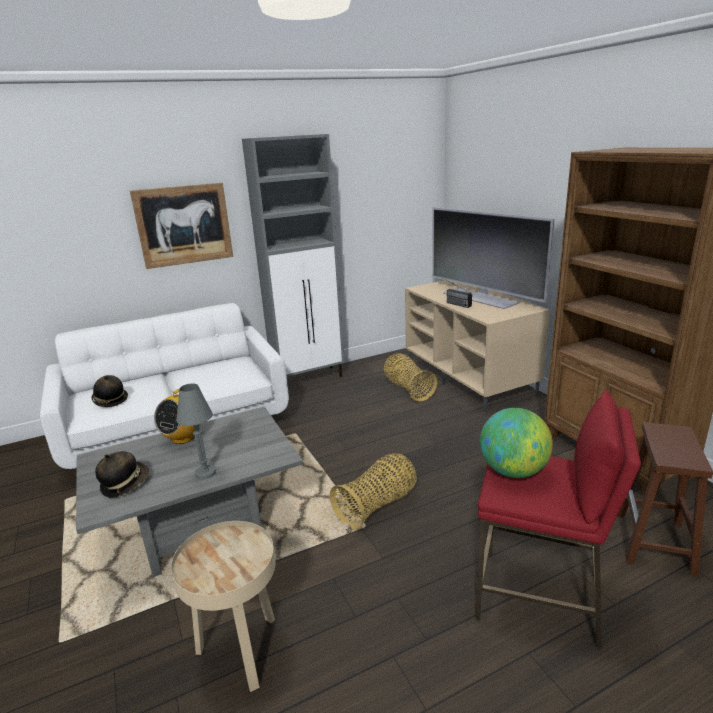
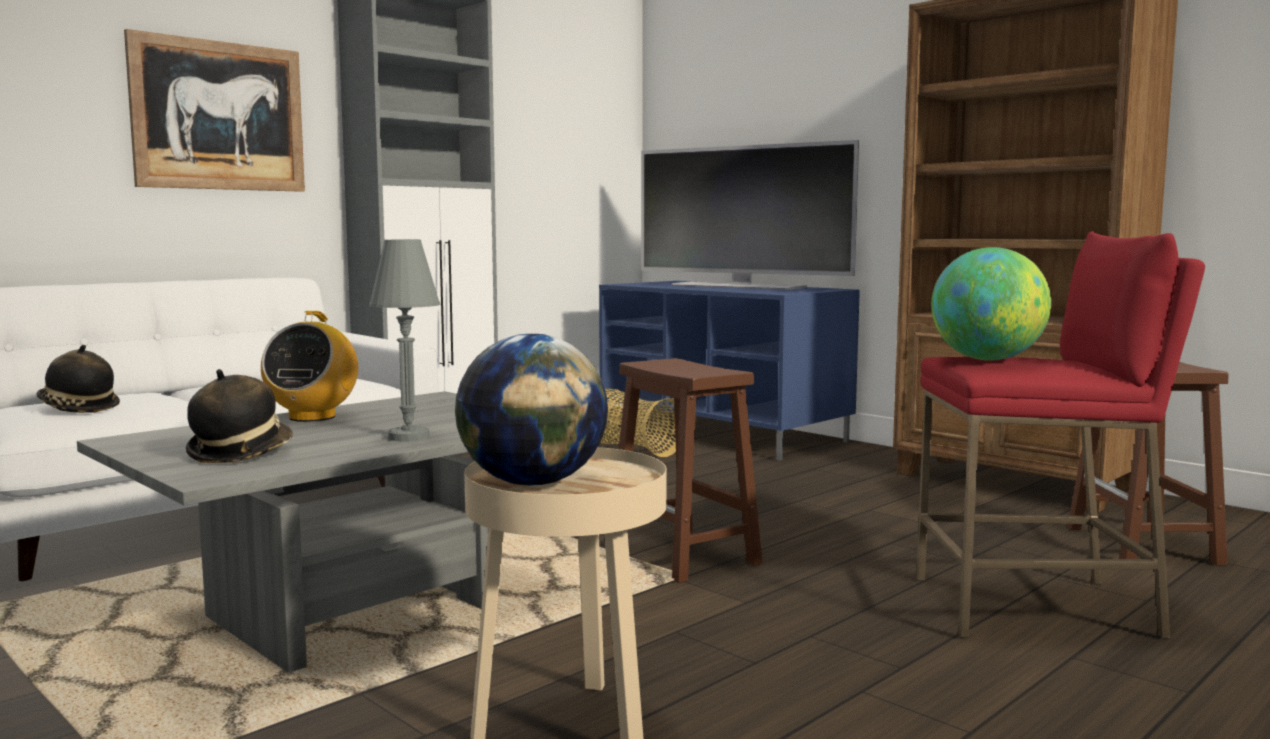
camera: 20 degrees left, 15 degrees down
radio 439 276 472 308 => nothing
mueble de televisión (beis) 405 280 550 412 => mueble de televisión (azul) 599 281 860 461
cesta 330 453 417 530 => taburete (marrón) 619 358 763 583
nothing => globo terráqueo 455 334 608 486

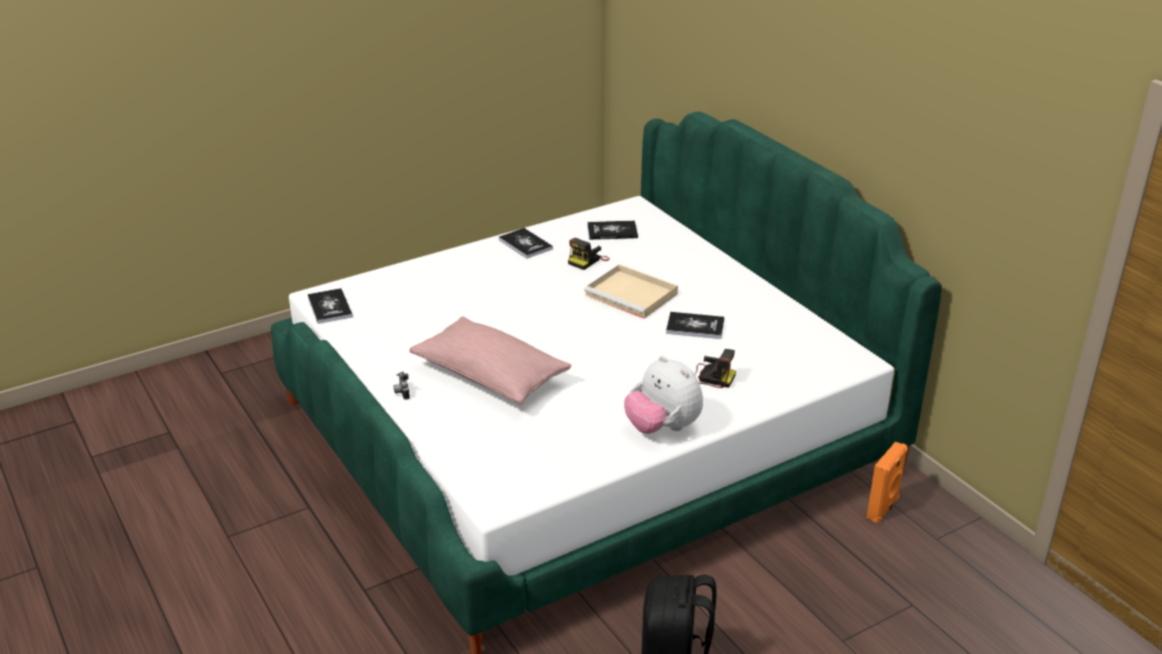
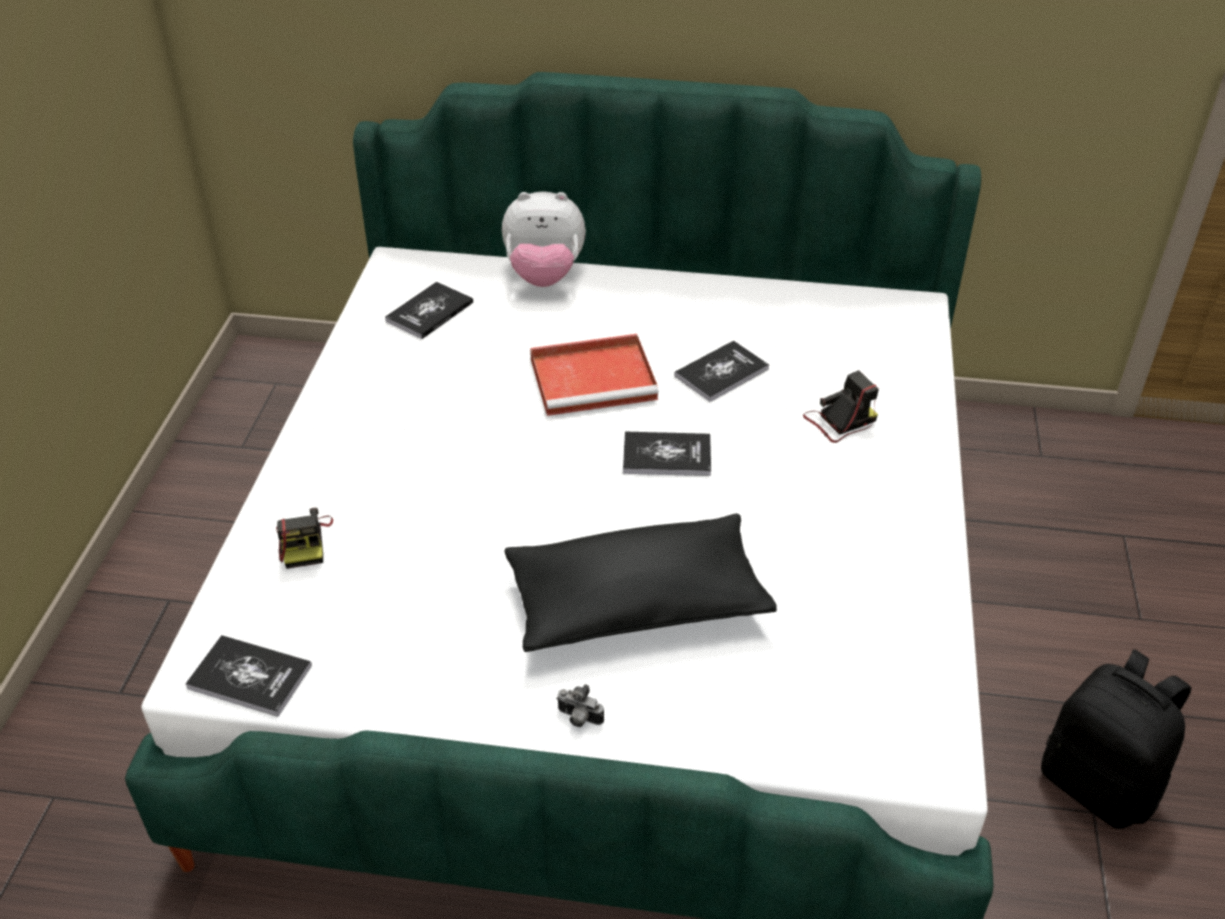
camera: 50 degrees left, 10 degrees up
libro 499 228 553 259 => libro 623 432 711 476, relocated
cámara 568 238 610 270 => cámara 276 508 333 569, relocated
bandeja (beis) 584 264 678 319 => bandeja (rojo) 530 334 659 416
cojín (rosa) 409 316 572 405 => cojín (negro) 504 513 777 652
peluche 624 356 703 434 => peluche 502 191 586 287, relocated
altavoz (naranja) 867 441 907 523 => nothing

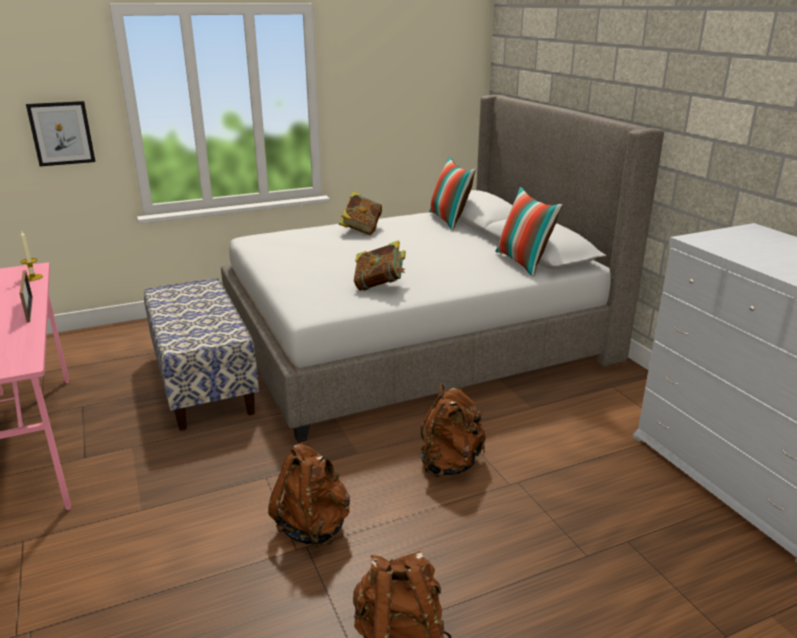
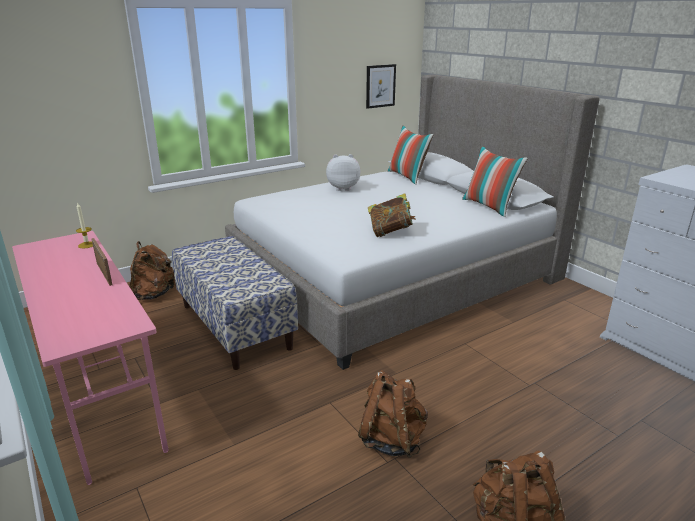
camera: 10 degrees left, 0 degrees up
cuadro 26 101 95 166 => cuadro 366 64 396 109, relocated
libro 339 191 382 235 => peluche 326 154 360 191
mochila (marrón) 421 384 486 477 => mochila (marrón) 129 241 176 300, relocated

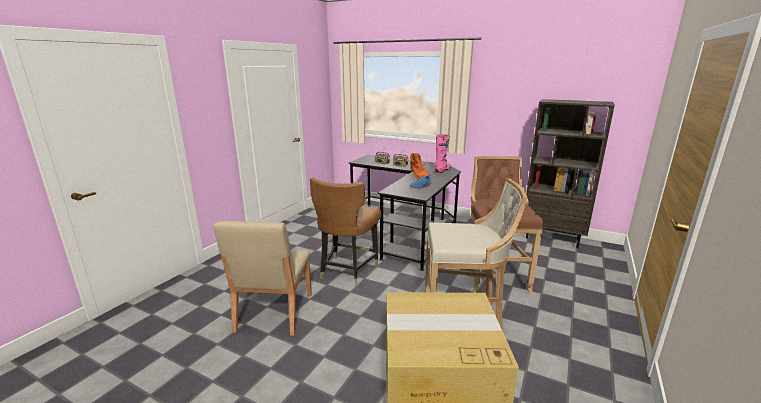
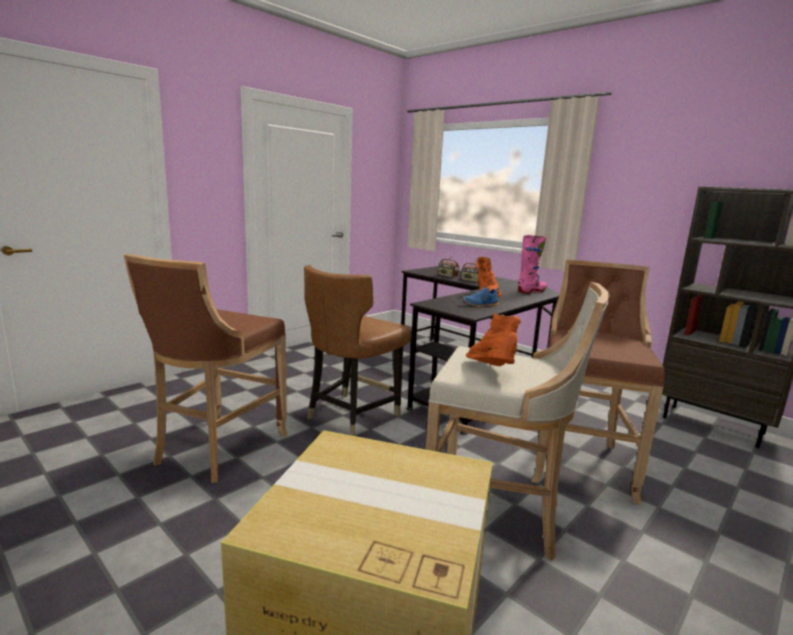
camera: 15 degrees right, 5 degrees down
silla (beis) 213 221 312 336 => taburete (marrón) 124 254 288 483
nothing => bota (naranja) 466 313 521 366

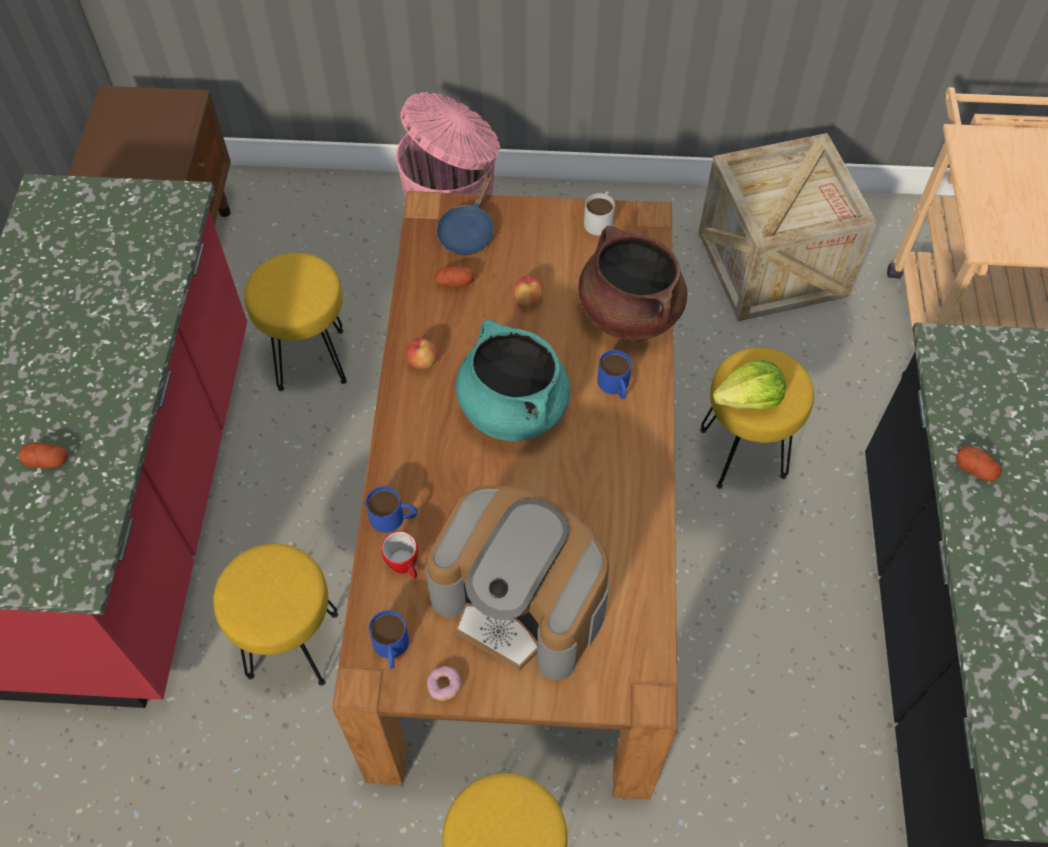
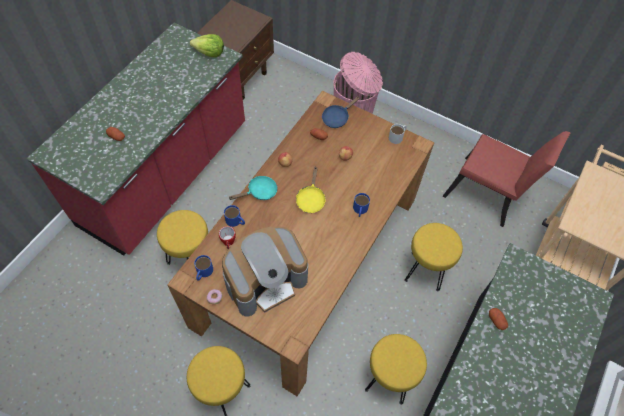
camera: 25 degrees right, 0 degrees up
caja de embalaje 698 133 877 322 => silla (rojo) 443 131 571 227
olla (marrón) 578 226 687 341 => nothing
taburete (amarillo) 244 253 347 391 => taburete (amarillo) 365 334 427 405, relocated
olla (turquesa) 456 319 570 441 => sartén (amarillo) 296 166 326 213
lechuga 713 360 786 410 => lechuga 190 34 224 58, relocated
cafetera 426 485 609 680 => cafetera 222 226 308 317, 90 degrees counterclockwise
nothing => sartén (turquesa) 229 176 278 200

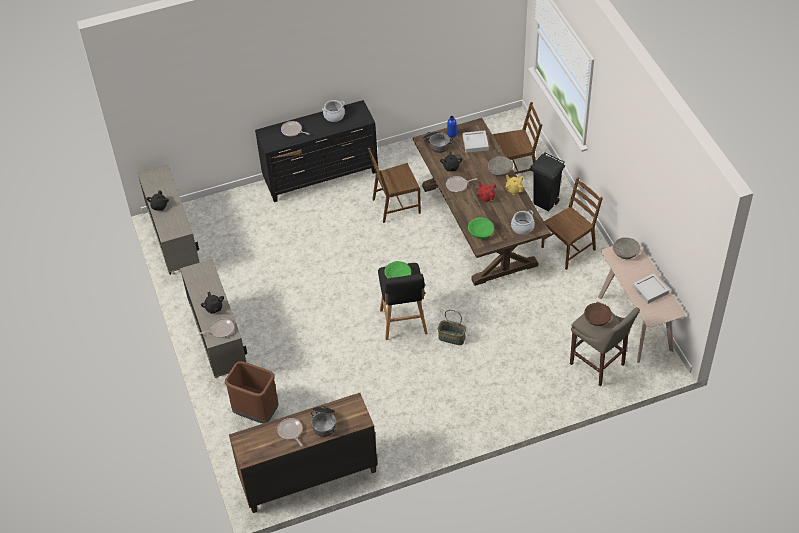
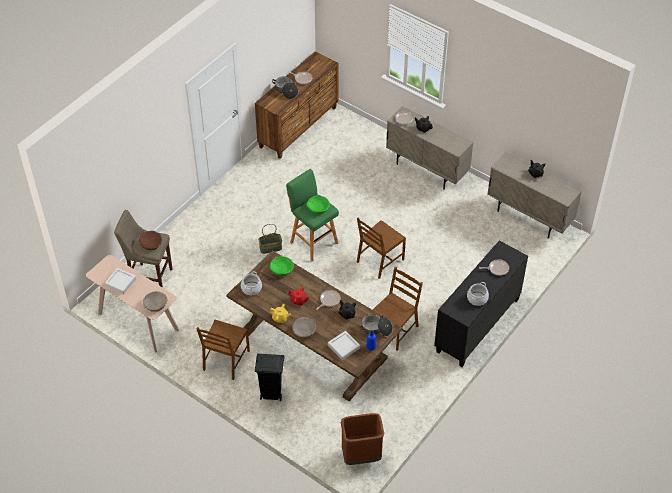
camera: 145 degrees right, 0 degrees up
silla (marrón) 492 102 542 174 => silla (marrón) 357 218 406 279, relocated
taburete (negro) 378 263 428 340 => taburete (verde) 286 169 339 261
papelera (marrón) 225 361 278 423 => papelera (marrón) 341 413 384 465, relocated

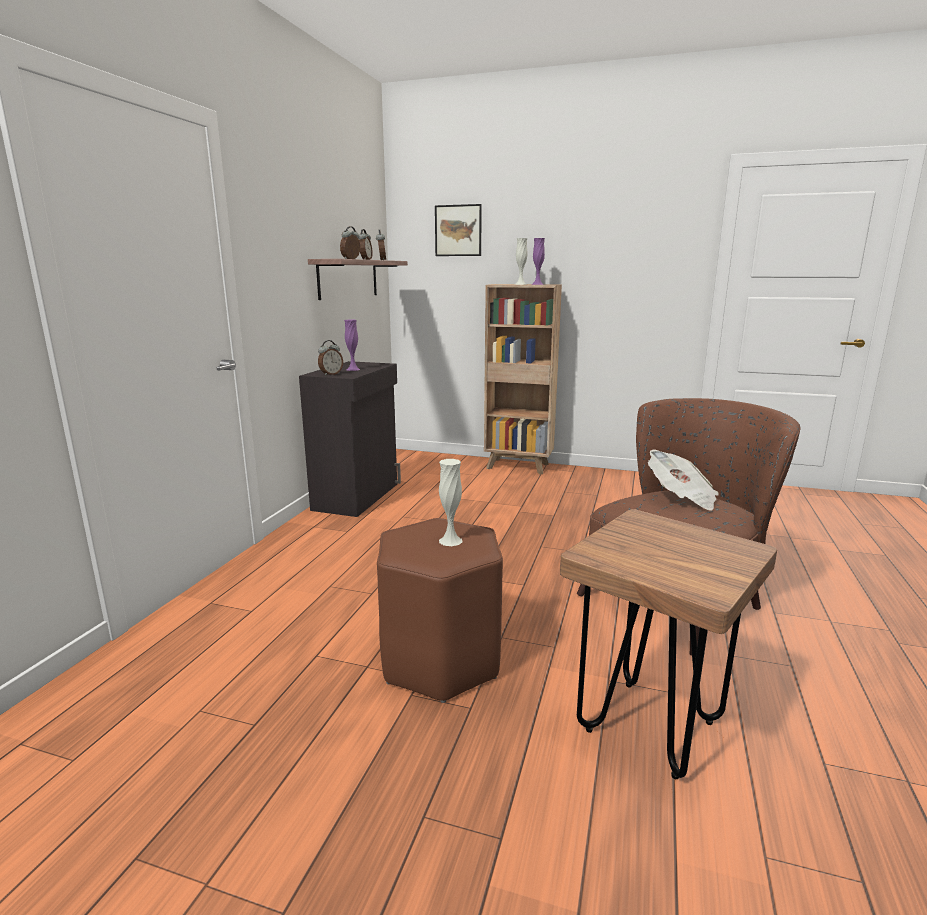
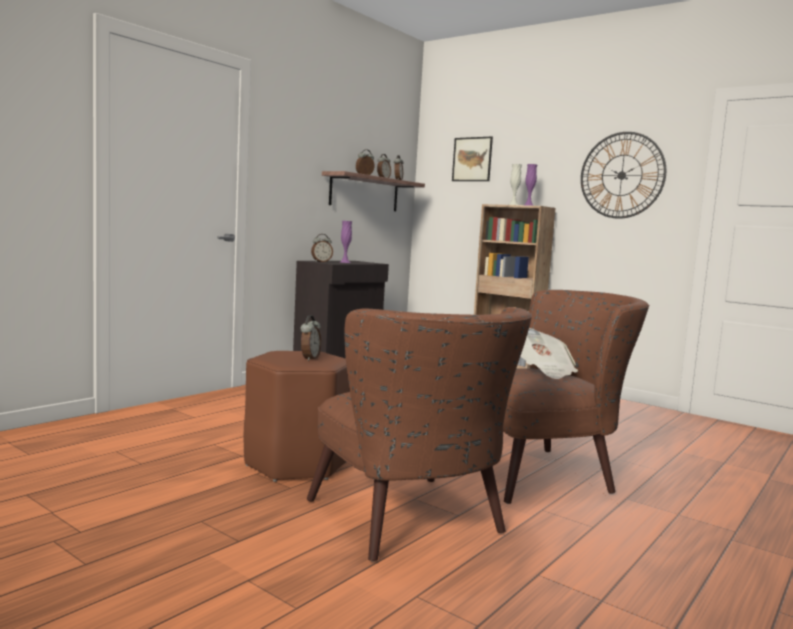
camera: 20 degrees right, 10 degrees down
florero (blanco) 439 459 462 546 => despertador 300 316 321 361
taburete (marrón) 560 509 777 779 => sillón (marrón) 307 307 532 562
nothing => reloj de pared 581 132 666 219

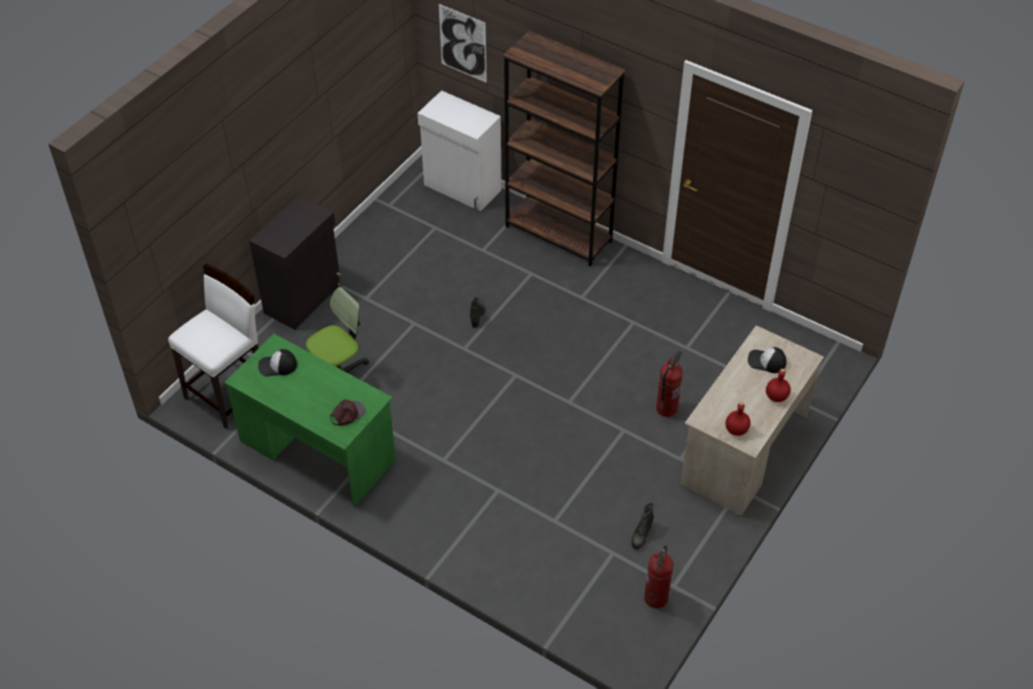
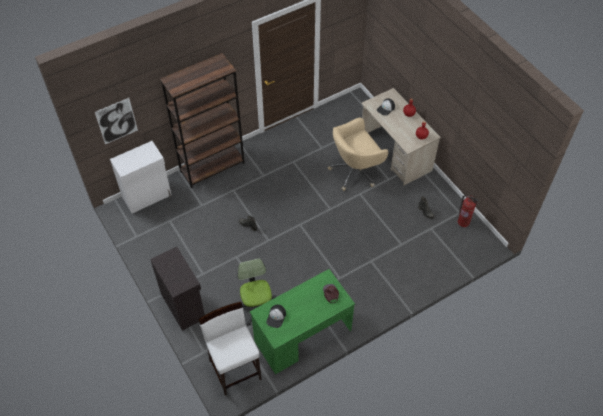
camera: 65 degrees left, 5 degrees up
extintor 656 350 683 417 => silla de oficina (beis) 328 118 388 191

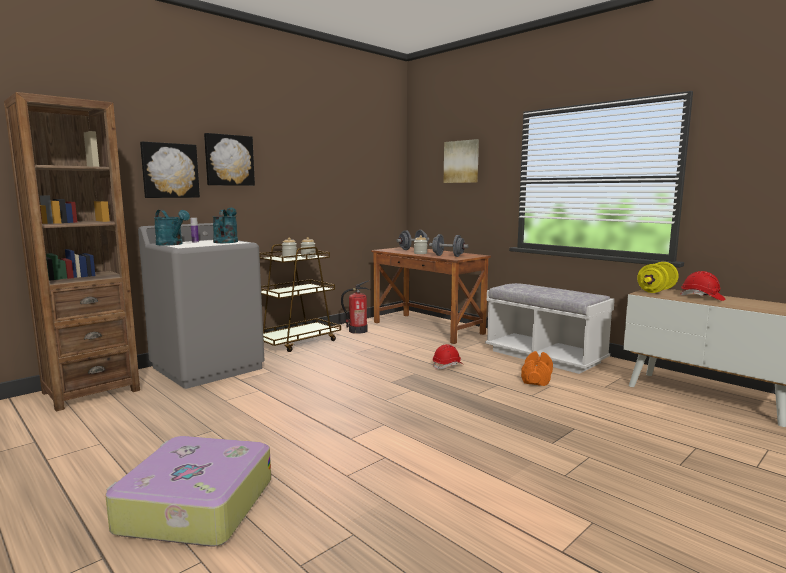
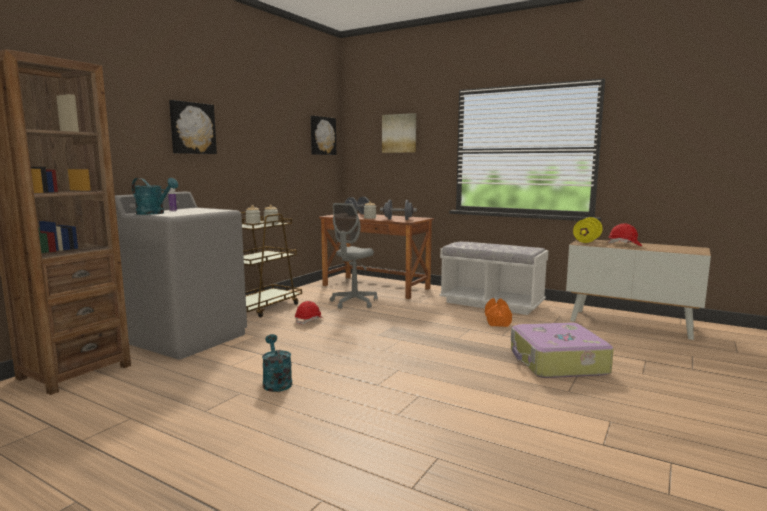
camera: 15 degrees left, 0 degrees up
cuadro 140 141 200 198 => cuadro 311 116 336 155, relocated
regadera (turquesa) 213 208 238 243 => regadera (turquesa) 262 334 292 392, relocated
extintor 341 280 369 334 => nothing
casco (rojo) 432 344 463 369 => casco (rojo) 295 301 323 325, relocated
maleta 105 436 271 547 => maleta 511 323 614 378, relocated
nothing => silla de oficina (gris) 330 203 378 309

